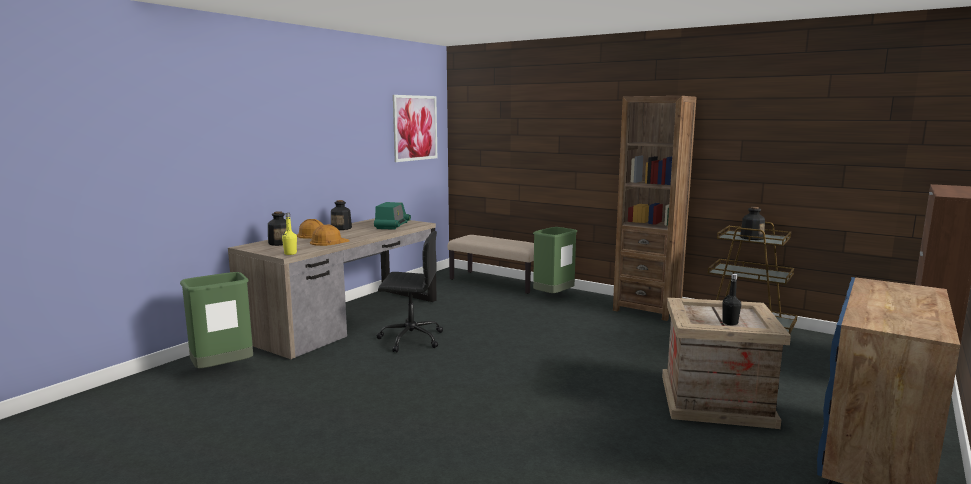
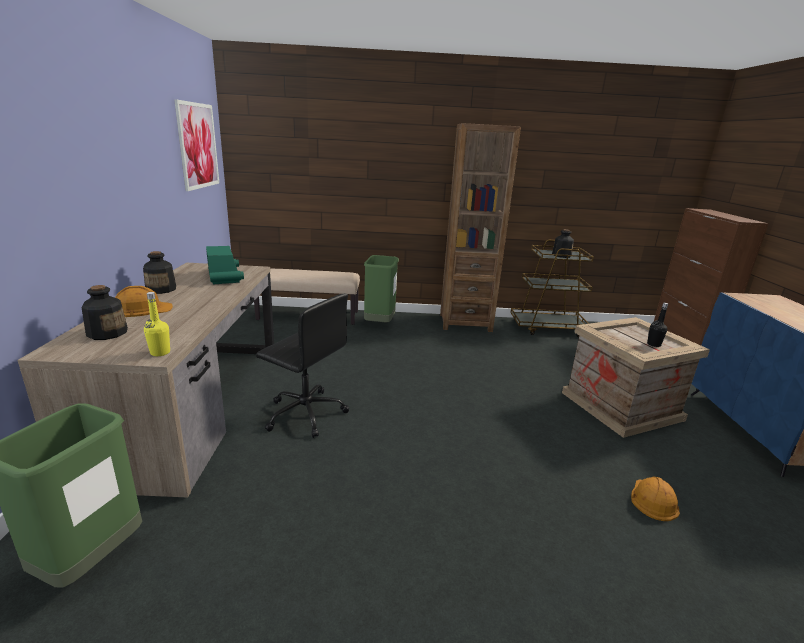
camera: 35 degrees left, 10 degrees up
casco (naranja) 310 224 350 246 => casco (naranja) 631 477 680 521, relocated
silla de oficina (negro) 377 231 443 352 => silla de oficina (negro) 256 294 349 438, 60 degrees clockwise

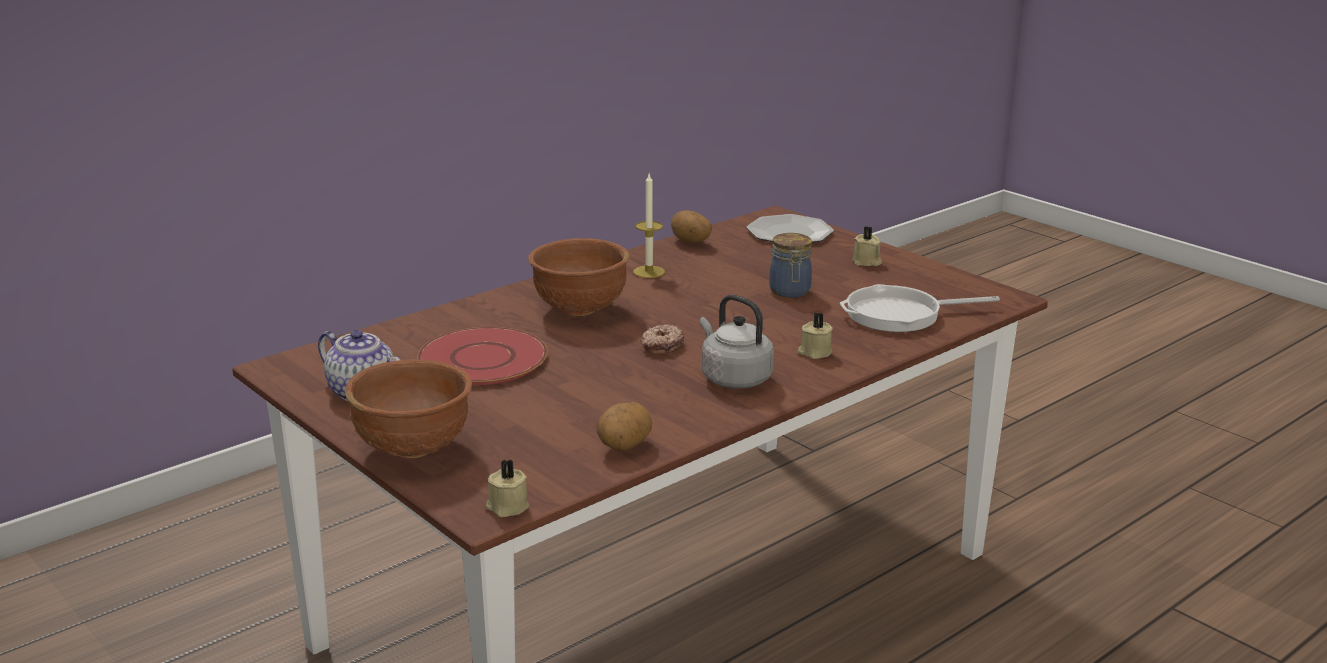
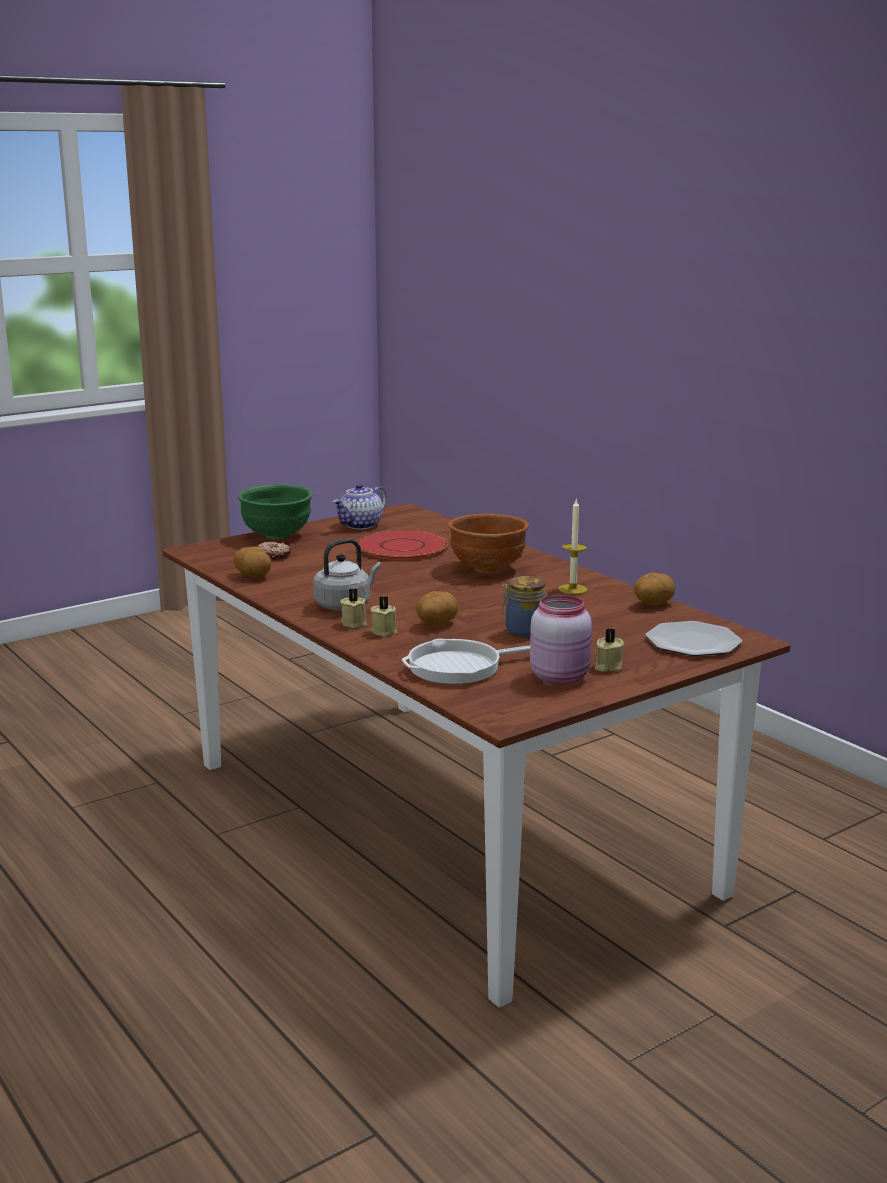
camera: 95 degrees right, 5 degrees down
sartén 840 284 1000 332 => sartén 401 639 530 684, 105 degrees counterclockwise
rosquilla 640 325 684 355 => rosquilla 257 542 291 560, relocated
cuenco (marrón) 345 359 472 458 => cuenco (verde) 238 485 313 539
vela (beis) 485 459 529 517 => vela (beis) 340 588 367 628, relocated
nothing => patata 416 591 458 626
nothing => tarro (rosa) 530 594 592 685

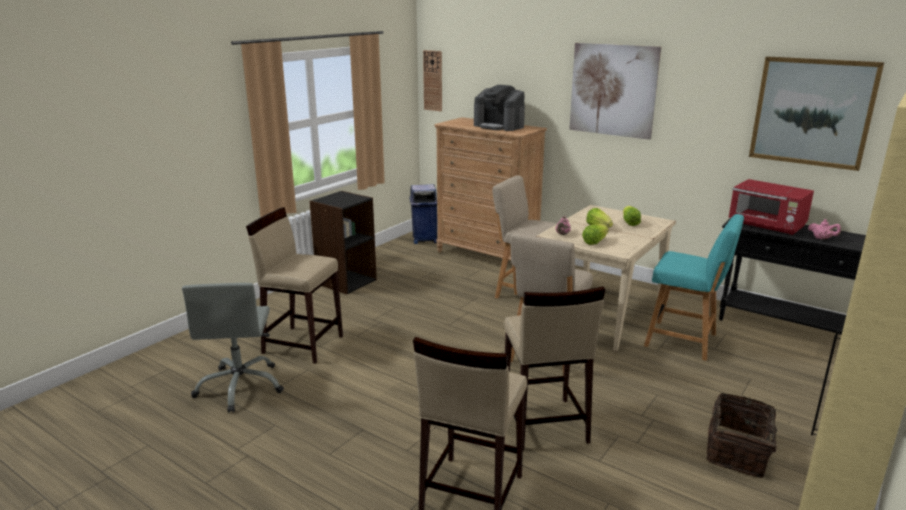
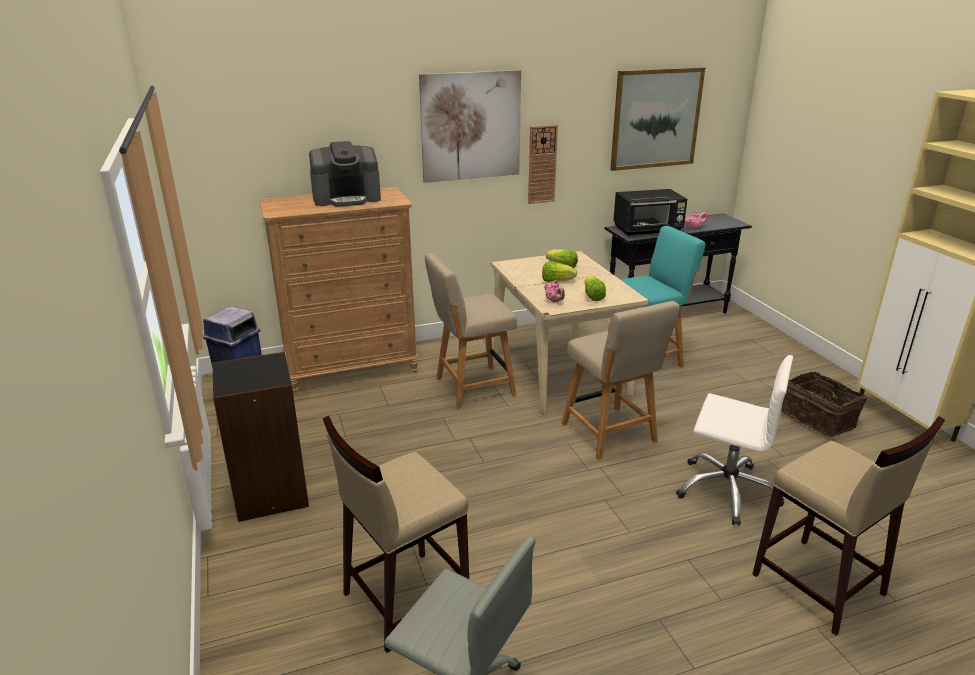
camera: 55 degrees left, 5 degrees up
reloj de pared 423 50 442 112 => reloj de pared 528 125 558 204, relocated
microondas (rojo) 729 179 814 235 => microondas (negro) 613 189 687 236
taburete (beis) 504 286 605 451 => silla de oficina (blanco) 676 355 793 525

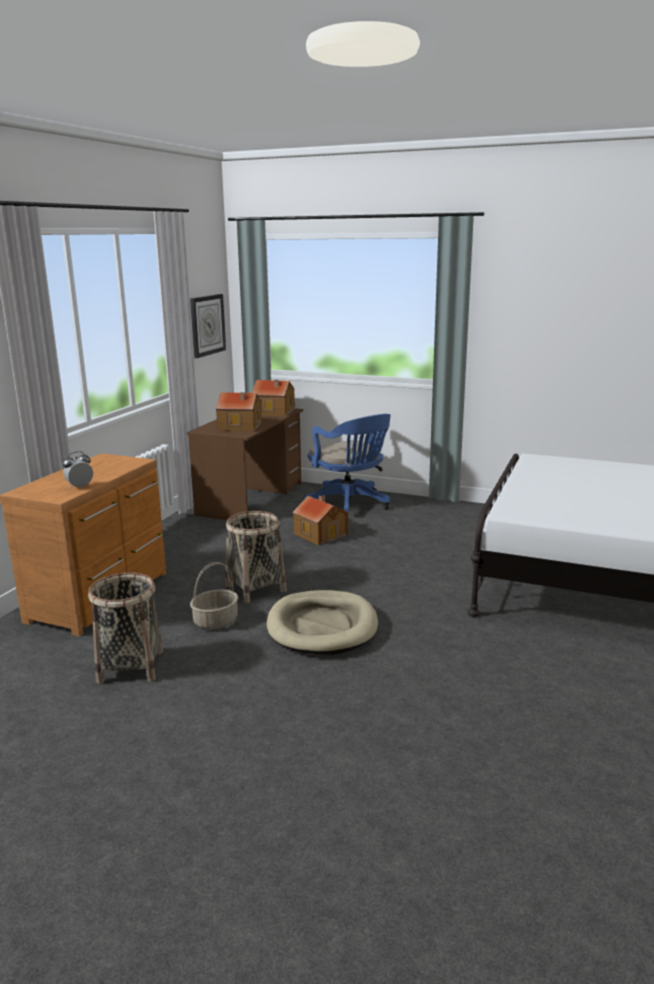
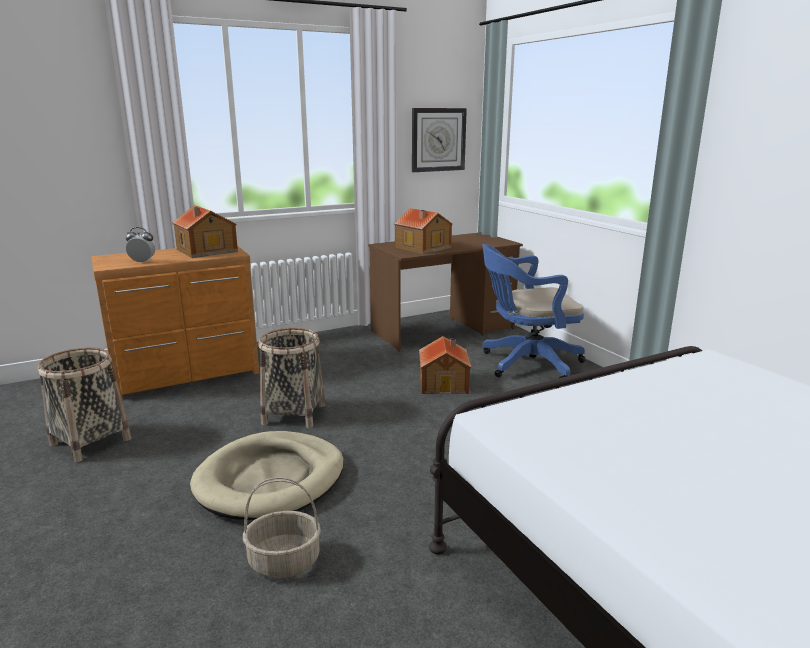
camera: 40 degrees right, 0 degrees up
casita 252 380 295 417 => casita 172 205 238 258, relocated
silla de oficina (azul) 305 414 390 513 => silla de oficina (azul) 482 244 586 378, 75 degrees clockwise
cesta 190 562 239 630 => cesta 243 477 321 578, relocated

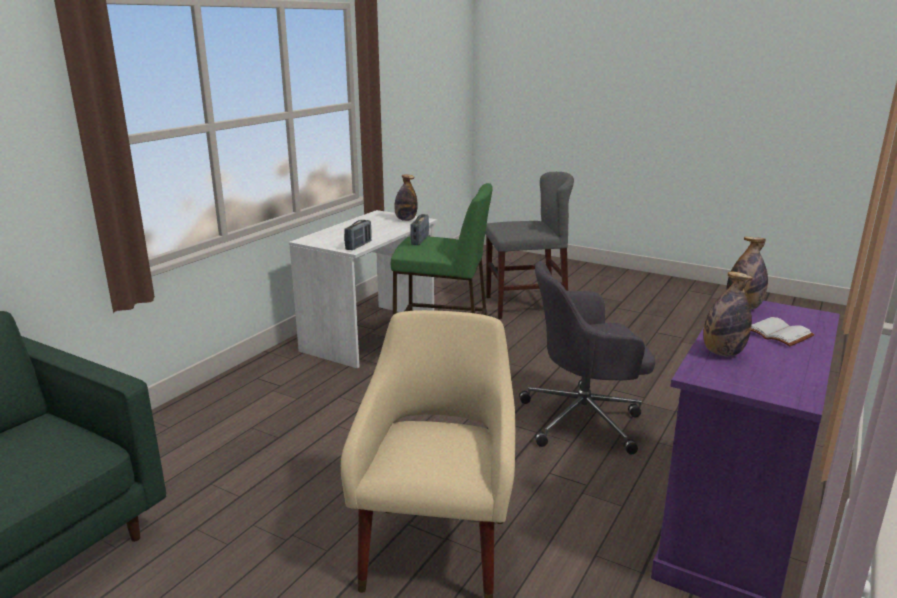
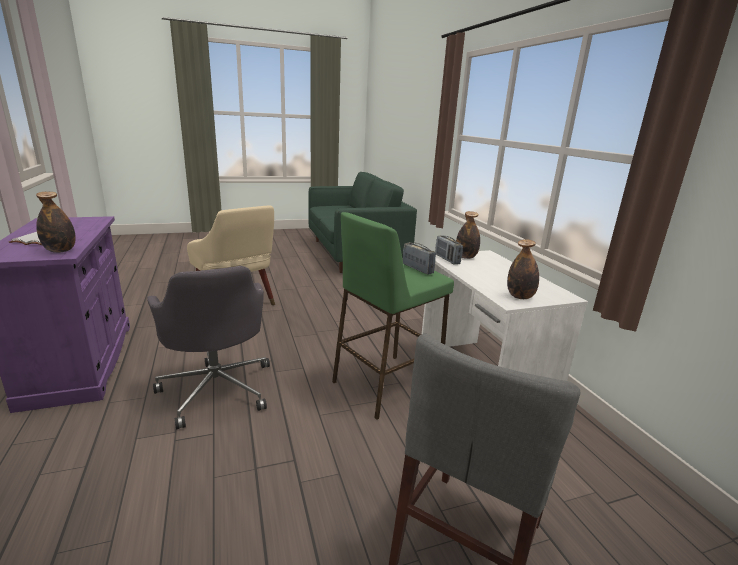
camera: 130 degrees right, 0 degrees up
silla de oficina (gris) 519 261 655 455 => silla de oficina (gris) 147 266 270 429, 120 degrees clockwise
botella 703 272 753 357 => botella 456 211 480 259, relocated

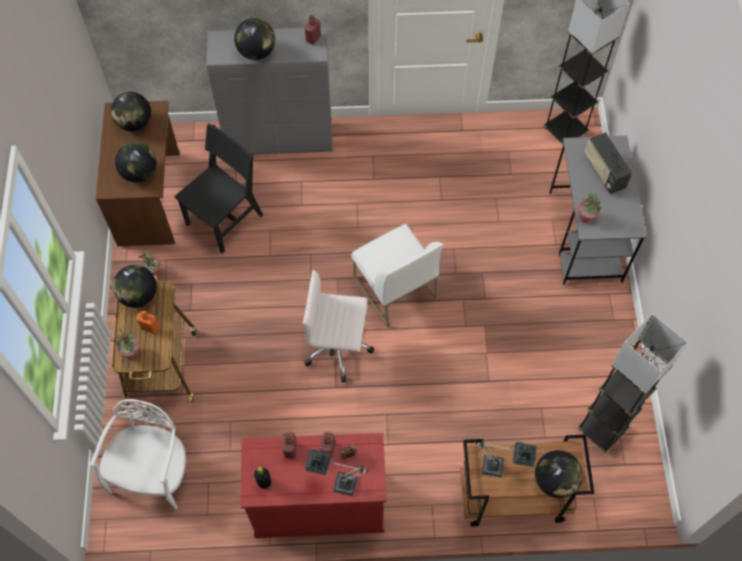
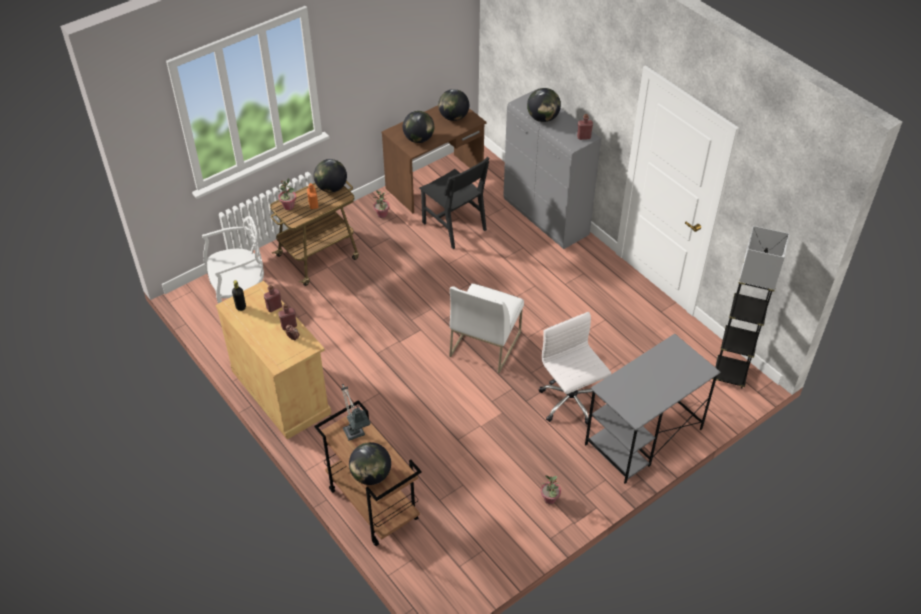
camera: 55 degrees right, 15 degrees down
silla (negro) 174 124 263 253 => silla (negro) 419 157 489 249, 45 degrees clockwise
radio 585 132 632 194 => nothing
planta en maceta 578 192 601 223 => planta en maceta 541 475 561 504, relocated
silla de oficina (blanco) 303 270 374 383 => silla de oficina (blanco) 539 312 611 425, relocated
lámpara de pie (gris) 577 314 688 453 => nothing
armario (rojo) 241 433 387 538 => armario (beis) 215 281 331 440
lámpara de mesa 305 449 368 496 => nothing

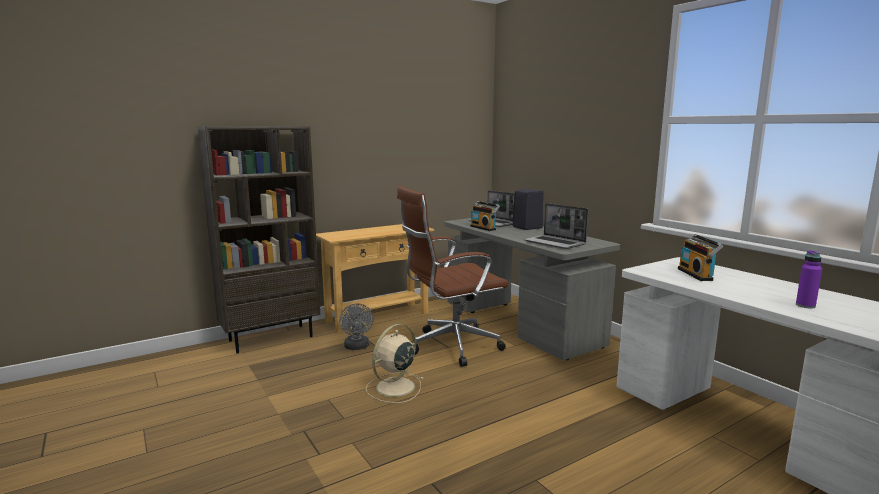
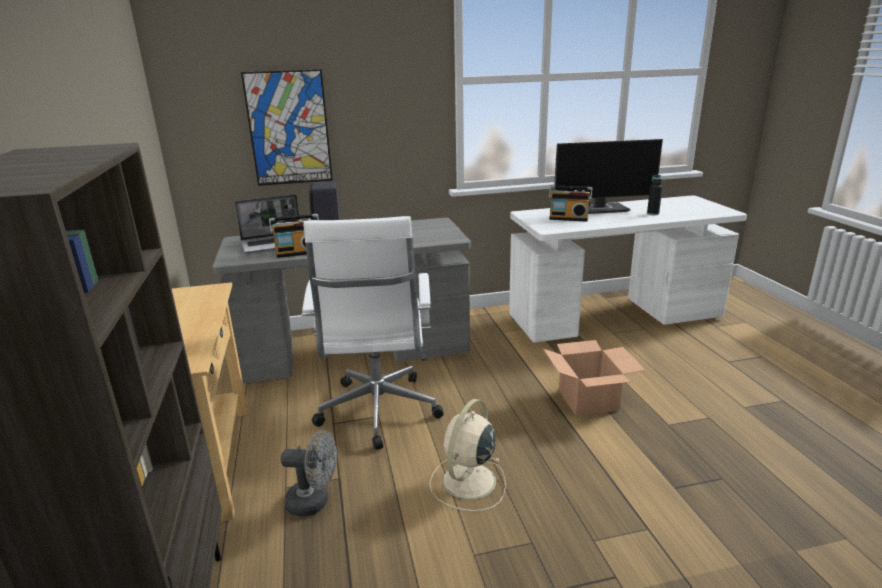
camera: 70 degrees left, 10 degrees up
silla de oficina (marrón) 397 186 509 367 => silla de oficina (blanco) 302 216 444 450
portátil 524 203 588 249 => nothing
botella (morado) 796 250 822 309 => botella (negro) 647 175 663 215
ventilador (beis) 366 324 424 403 => ventilador (beis) 429 399 506 511, 60 degrees clockwise
nothing => cuadro 241 70 333 186
nothing => monitor 554 139 663 214
nothing => caja de cartón 543 340 645 416

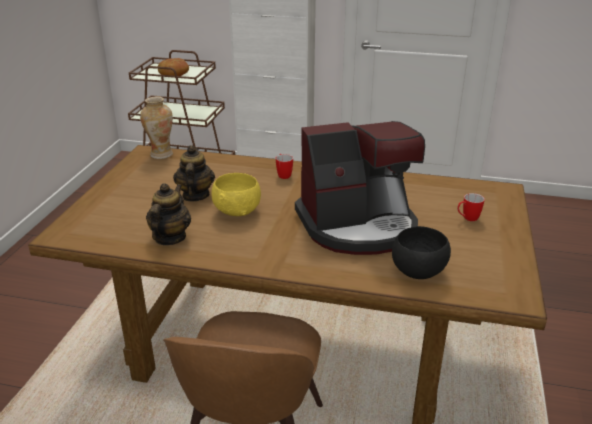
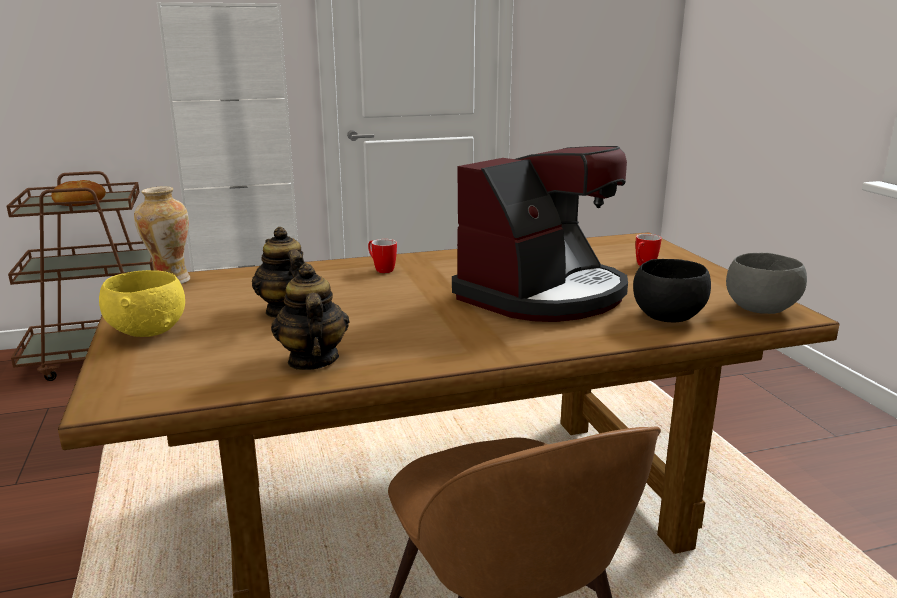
camera: 30 degrees left, 10 degrees down
cuenco (amarillo) 211 173 261 216 => cuenco (amarillo) 99 270 185 337, relocated
nothing => cuenco (gris) 726 253 807 314

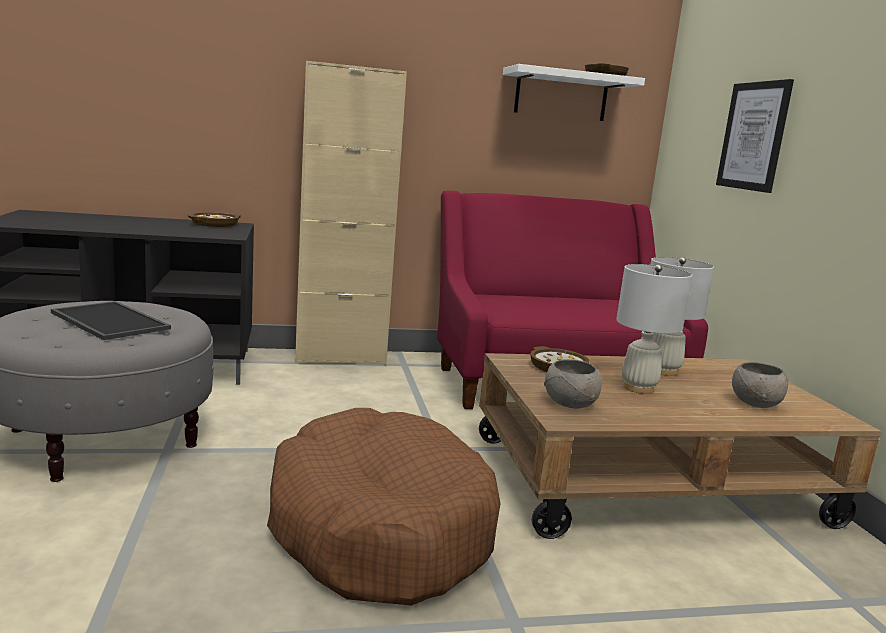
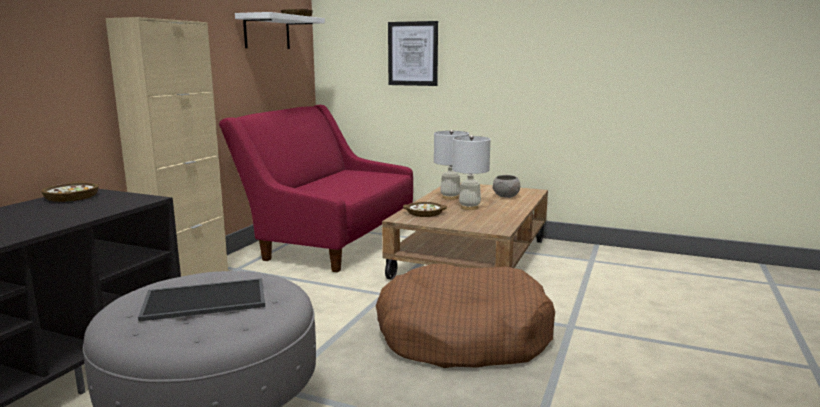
camera: 55 degrees left, 0 degrees up
cuenco (gris) 544 359 602 409 => nothing

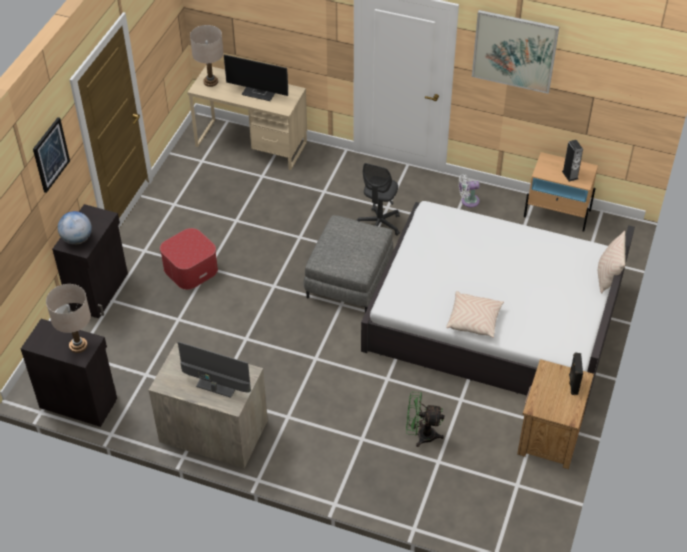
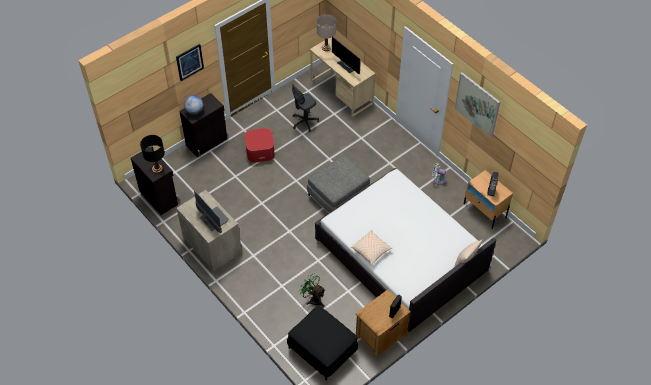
camera: 30 degrees right, 5 degrees up
silla de oficina (gris) 356 163 400 236 => silla de oficina (gris) 292 84 319 132, relocated
lámpara de mesa (beis) 46 284 91 353 => lámpara de mesa (negro) 140 135 165 173
nothing => puf (negro) 287 305 358 380

